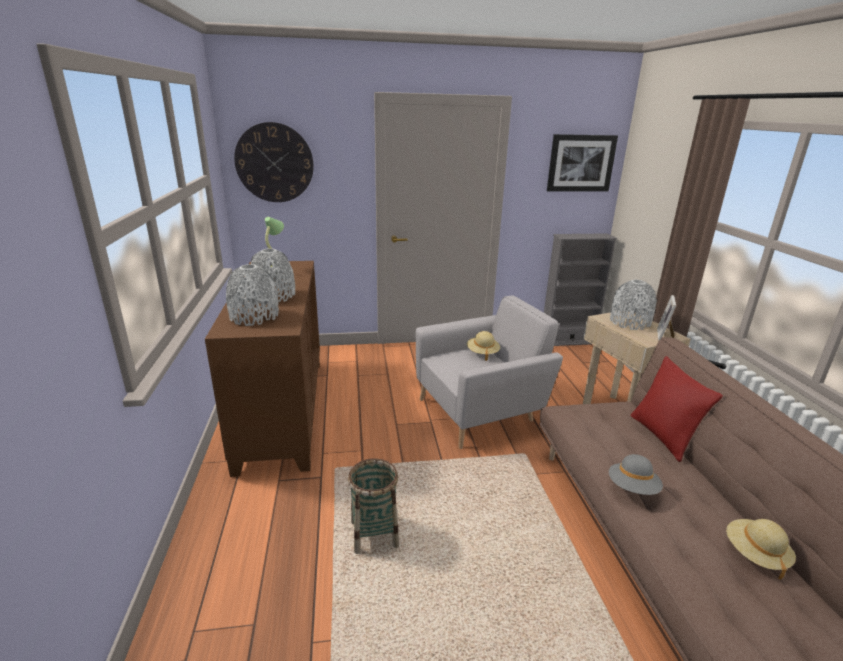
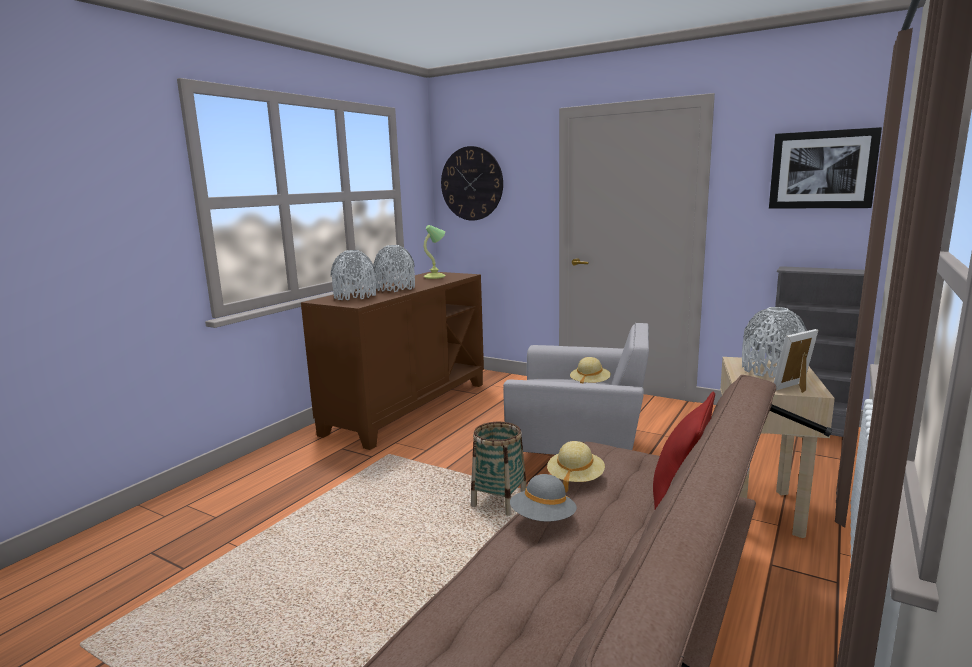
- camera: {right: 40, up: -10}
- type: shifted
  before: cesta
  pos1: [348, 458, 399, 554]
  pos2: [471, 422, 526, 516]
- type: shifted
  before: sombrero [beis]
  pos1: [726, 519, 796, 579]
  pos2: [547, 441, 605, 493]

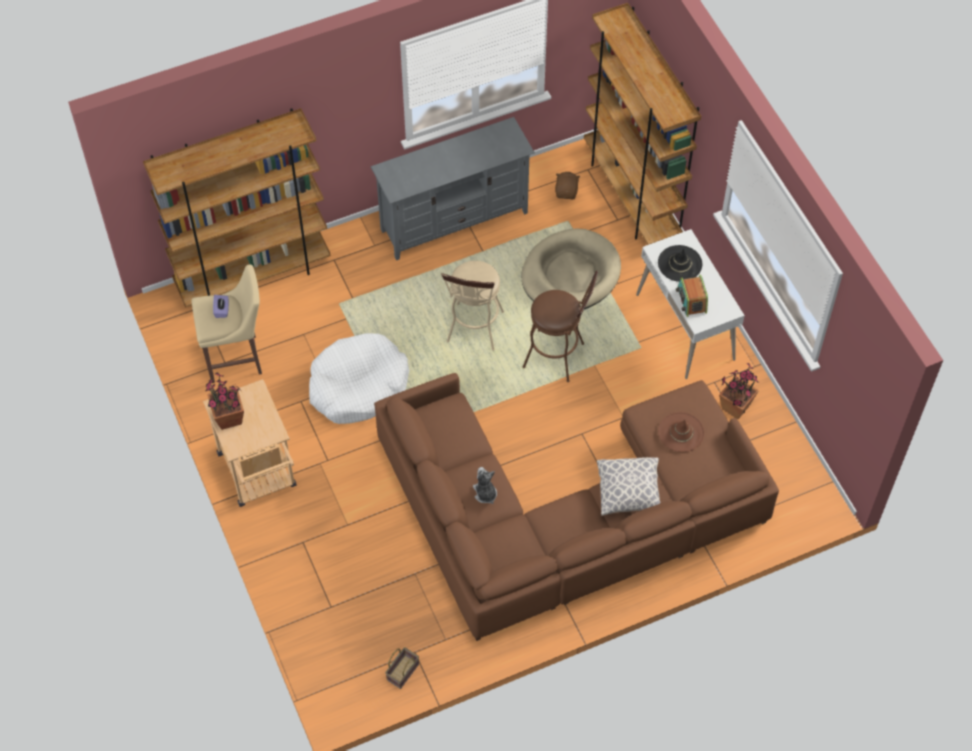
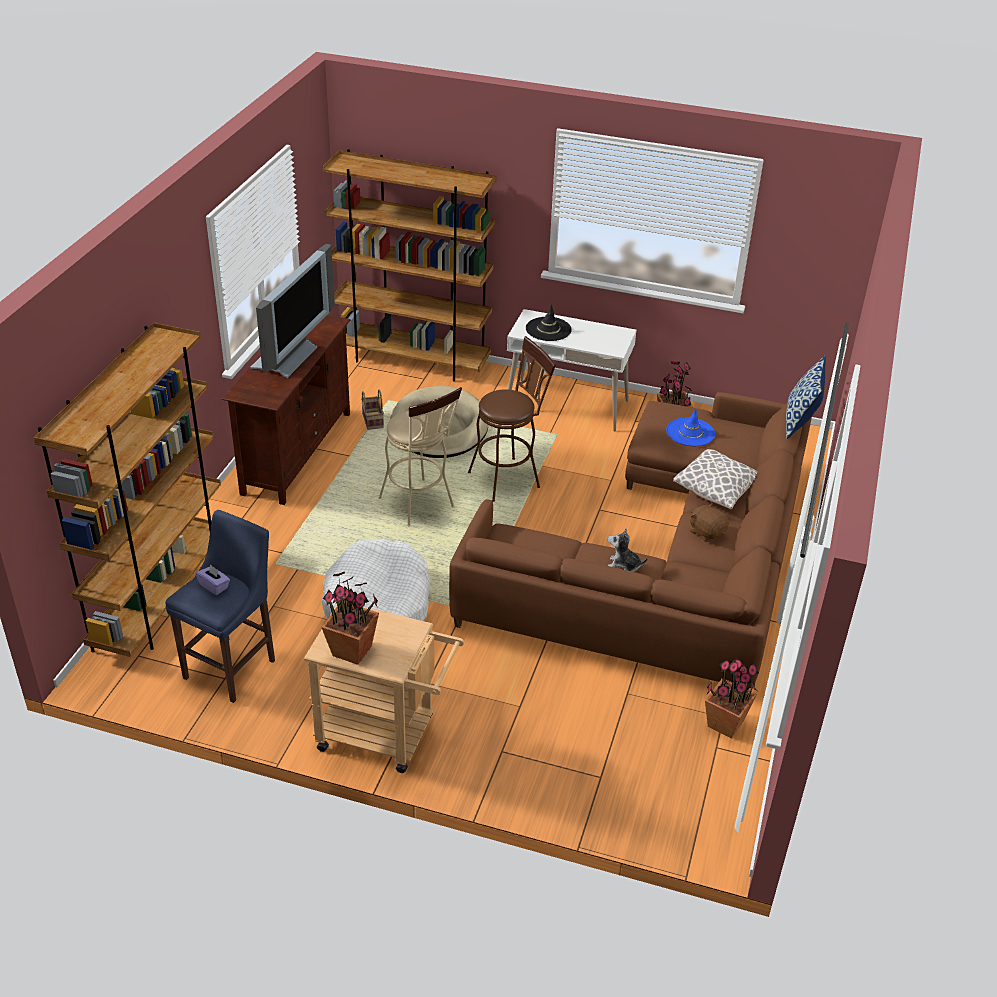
- camera: {right: -50, up: -20}
- type: repainted
  before: taburete [beis]
  after: taburete [azul]
  pos1: [191, 264, 262, 383]
  pos2: [165, 510, 275, 703]
- type: repainted
  before: mueble de televisión [gris]
  after: mueble de televisión [marrón]
  pos1: [370, 117, 535, 260]
  pos2: [221, 315, 351, 505]
- type: shifted
  before: cesta
  pos1: [385, 647, 419, 689]
  pos2: [361, 389, 384, 430]
- type: shifted
  before: peluche [marrón]
  pos1: [555, 172, 580, 199]
  pos2: [690, 503, 729, 542]
- type: repainted
  before: sombrero [marrón]
  after: sombrero [azul]
  pos1: [658, 412, 705, 452]
  pos2: [666, 408, 715, 446]
- type: gone
  before: radio
  pos1: [676, 275, 708, 317]
- type: new
  after: televisor
  pos2: [250, 244, 335, 378]
- type: new
  after: planta en maceta
  pos2: [705, 658, 759, 738]
- type: new
  after: cojín
  pos2: [786, 356, 826, 439]

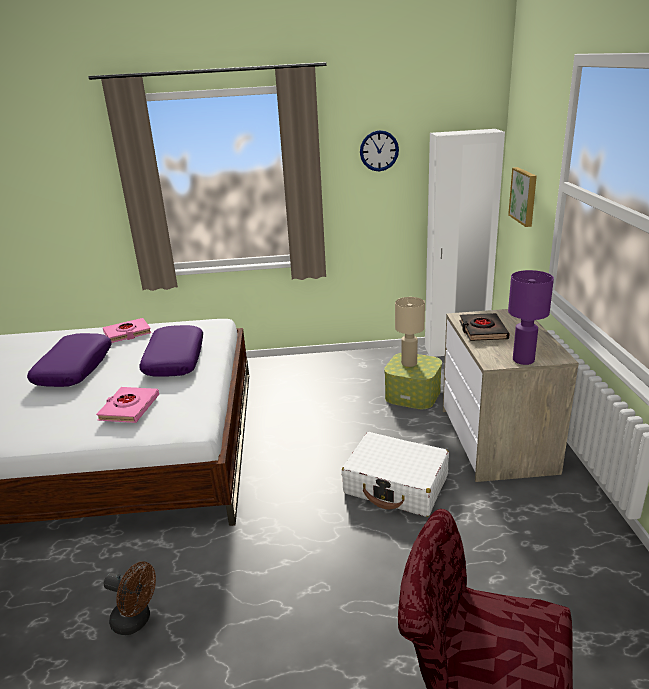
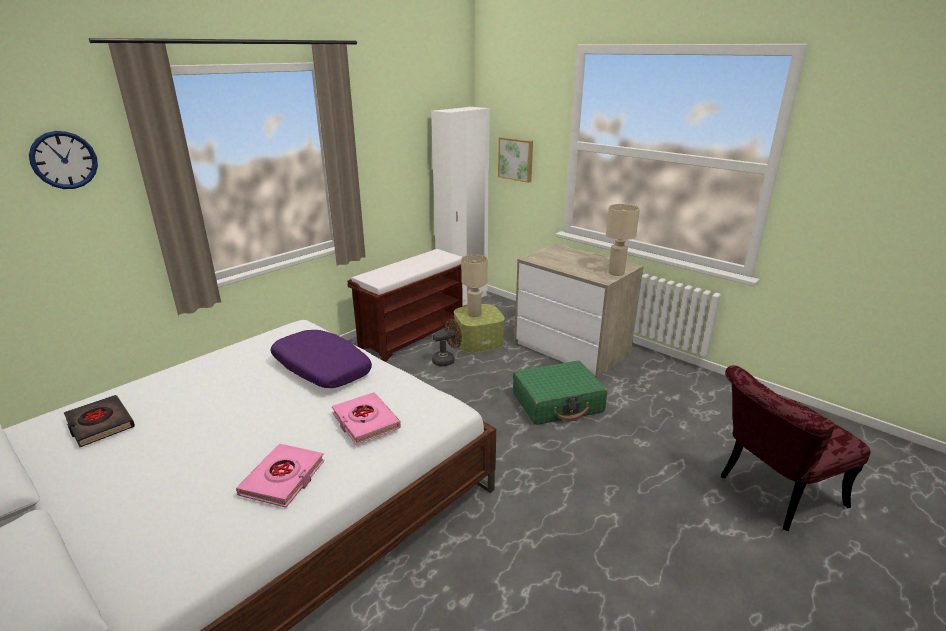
- camera: {right: -45, up: 0}
- type: gone
  before: cojín [morado]
  pos1: [27, 333, 112, 387]
- type: shifted
  before: libro [rosa]
  pos1: [103, 318, 151, 343]
  pos2: [236, 444, 325, 508]
- type: shifted
  before: ventilador [marrón]
  pos1: [104, 561, 156, 635]
  pos2: [432, 319, 462, 366]
- type: repainted
  before: maleta [blanco]
  after: maleta [verde]
  pos1: [341, 432, 449, 517]
  pos2: [513, 361, 607, 425]
- type: shifted
  before: reloj de pared
  pos1: [360, 130, 399, 171]
  pos2: [29, 131, 98, 189]
- type: shifted
  before: libro [negro]
  pos1: [460, 313, 510, 341]
  pos2: [64, 395, 135, 447]
- type: repainted
  before: lámpara de mesa [morado]
  after: lámpara de mesa [beis]
  pos1: [508, 270, 554, 365]
  pos2: [606, 204, 640, 276]
- type: new
  after: banco [marrón]
  pos2: [347, 249, 463, 362]

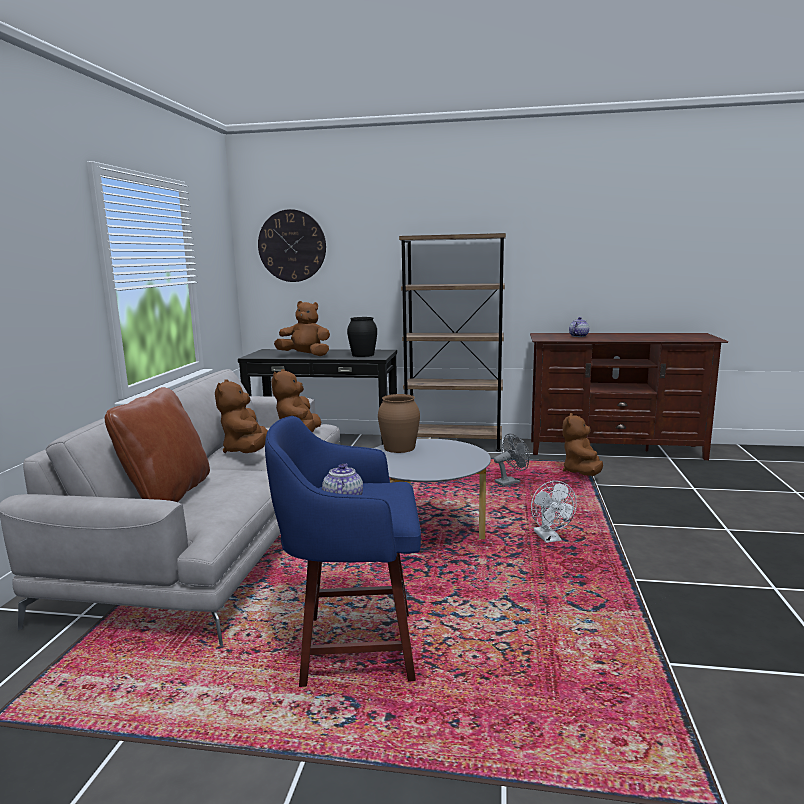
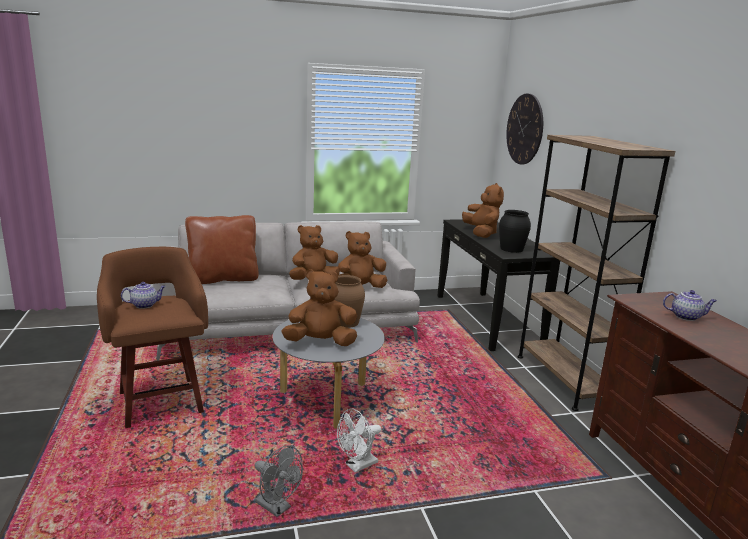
- camera: {right: 65, up: 5}
- type: repainted
  before: taburete [azul]
  after: taburete [marrón]
  pos1: [265, 416, 421, 687]
  pos2: [97, 247, 208, 428]
- type: shifted
  before: ventilador [gris]
  pos1: [494, 434, 530, 486]
  pos2: [255, 446, 303, 517]
- type: shifted
  before: peluche [marrón]
  pos1: [562, 413, 603, 476]
  pos2: [281, 269, 357, 346]

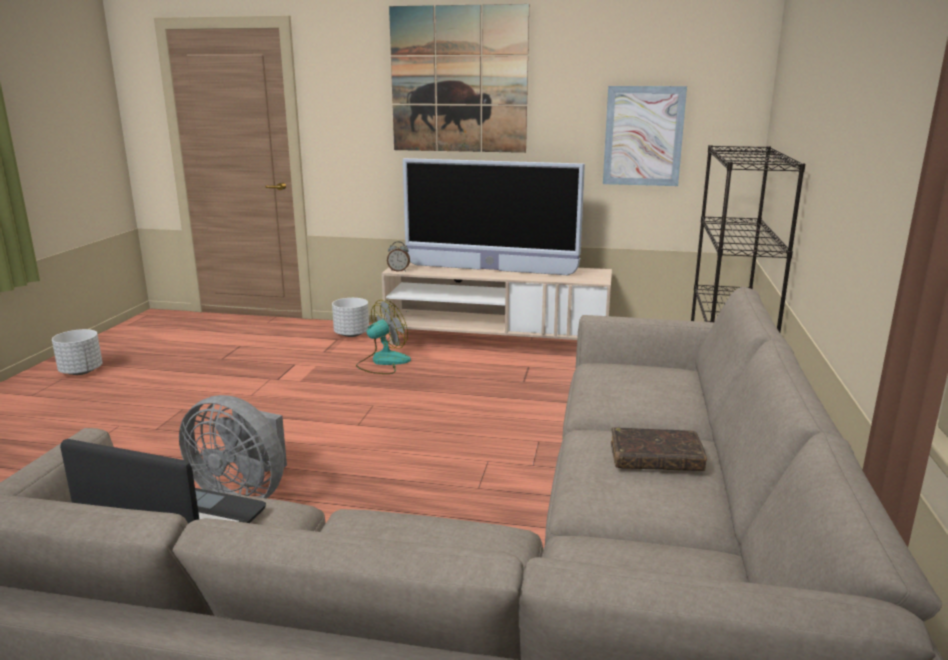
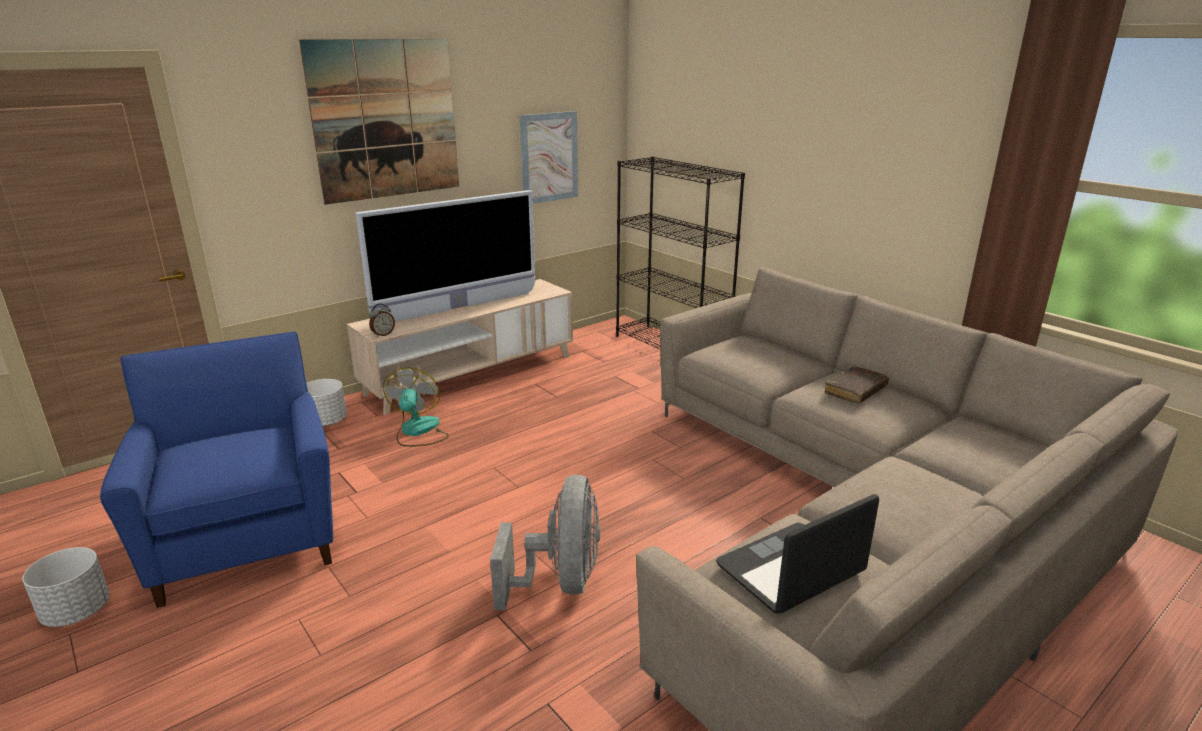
- camera: {right: -50, up: 5}
- type: rotated
  before: ventilador [gris]
  pos1: [179, 395, 287, 499]
  pos2: [490, 475, 600, 610]
  turn: -60
- type: new
  after: sillón [azul]
  pos2: [100, 332, 333, 608]

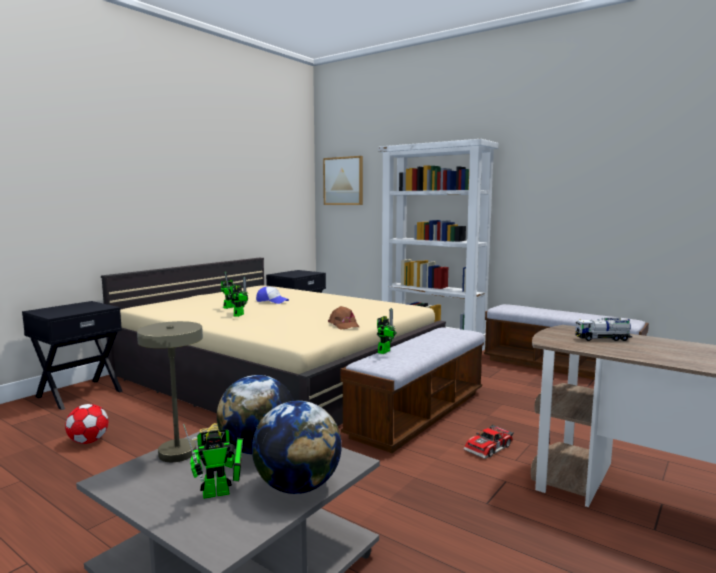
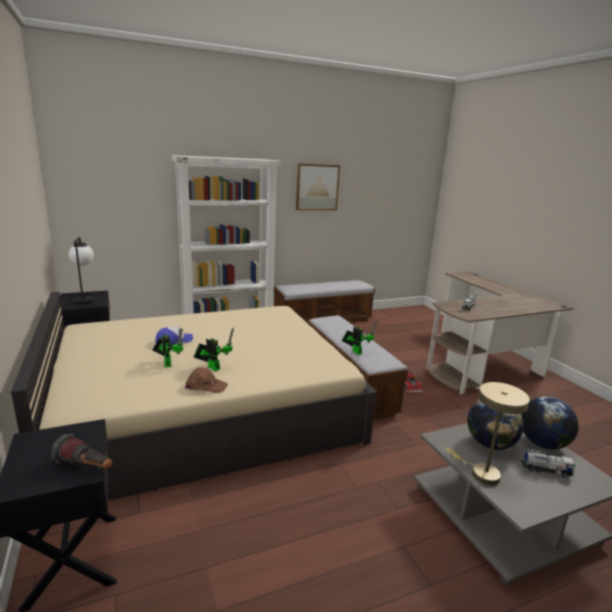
- camera: {right: -60, up: 10}
- type: gone
  before: balón de fútbol
  pos1: [65, 404, 108, 444]
- type: swapped
  before: robot de juguete
  after: camión de juguete
  pos1: [183, 424, 243, 499]
  pos2: [521, 449, 576, 477]
- type: shifted
  before: cuadro
  pos1: [323, 156, 363, 205]
  pos2: [296, 164, 340, 210]
- type: shifted
  before: gorra [marrón]
  pos1: [328, 306, 360, 330]
  pos2: [185, 368, 228, 393]
- type: new
  after: linterna
  pos2: [51, 434, 112, 469]
- type: new
  after: lámpara de mesa
  pos2: [69, 237, 94, 305]

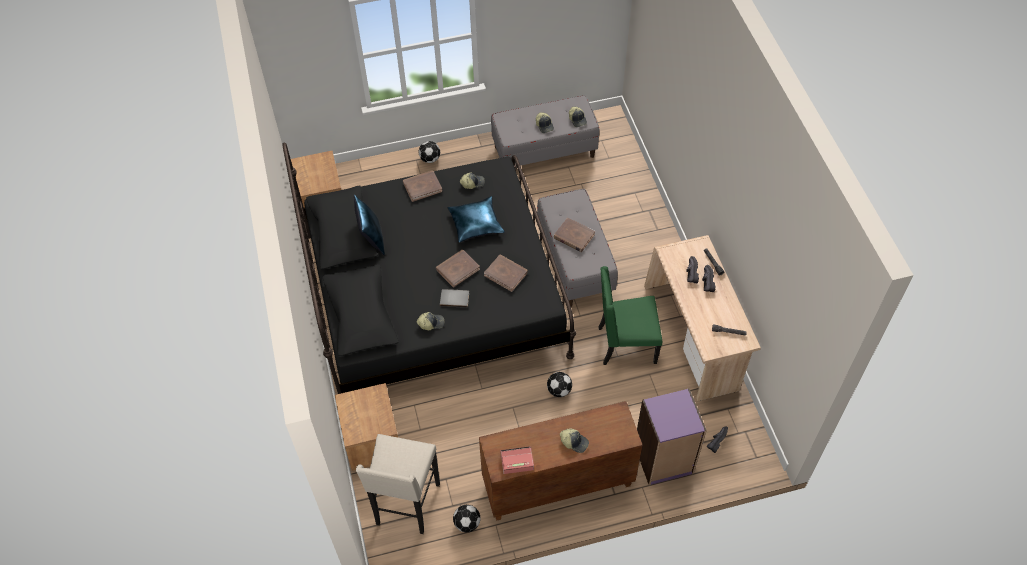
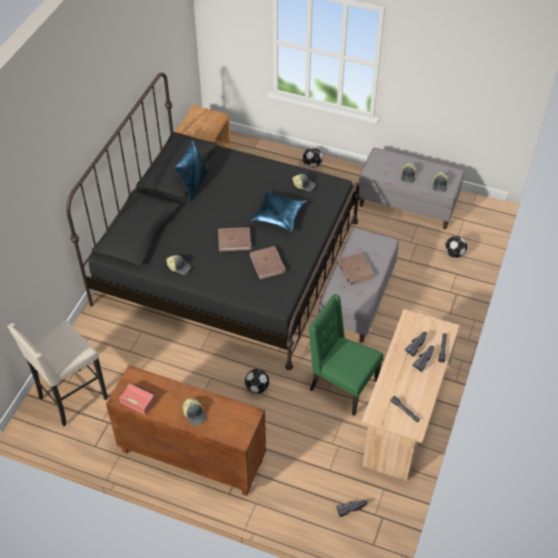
- camera: {right: 35, up: -5}
- type: gone
  before: mesita de noche [marrón]
  pos1: [335, 383, 398, 471]
- type: gone
  before: libro [marrón]
  pos1: [403, 170, 442, 202]
- type: gone
  before: libro [gris]
  pos1: [440, 289, 469, 308]
- type: shifted
  before: balón de fútbol
  pos1: [453, 505, 480, 532]
  pos2: [445, 236, 467, 258]
- type: gone
  before: estantería [morado]
  pos1: [637, 388, 707, 485]

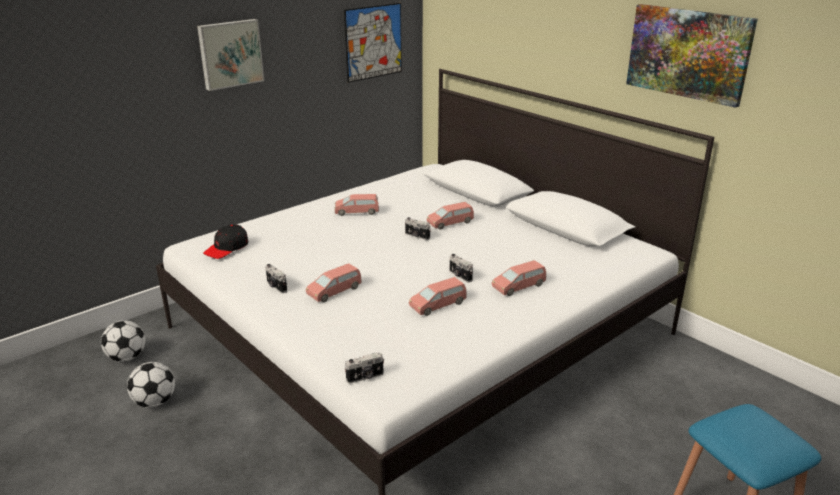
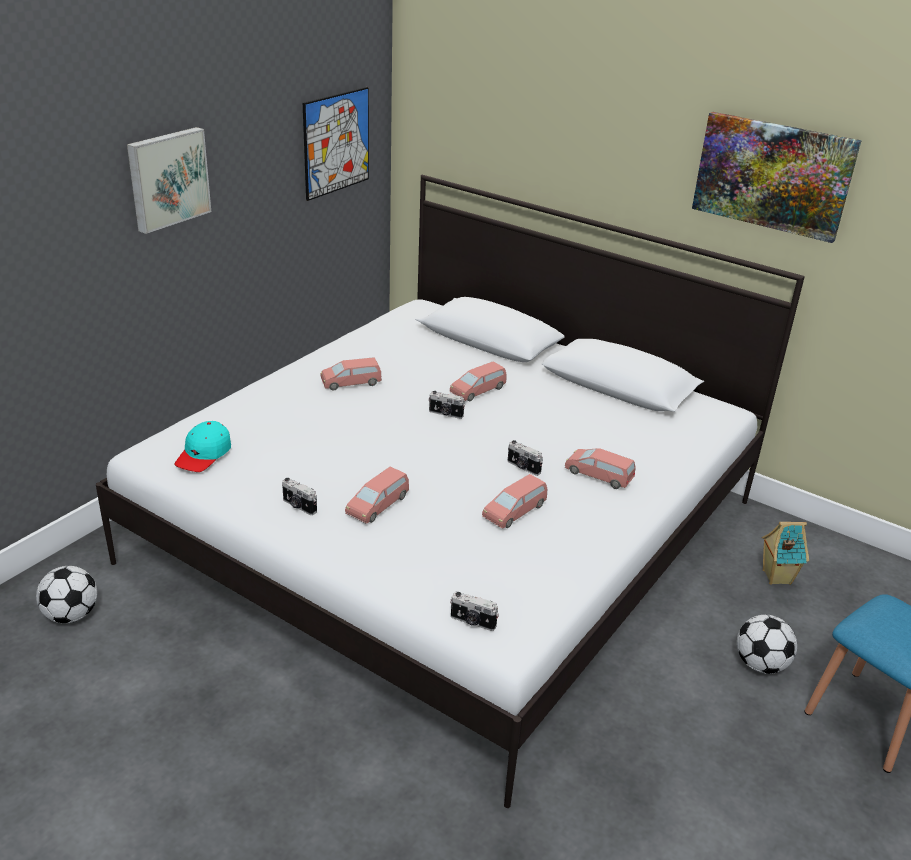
- camera: {right: -15, up: 5}
- type: shifted
  before: balón de fútbol
  pos1: [127, 362, 175, 408]
  pos2: [737, 615, 797, 674]
- type: repainted
  before: gorra [negro]
  after: gorra [turquesa]
  pos1: [203, 224, 248, 259]
  pos2: [175, 421, 231, 472]
- type: rotated
  before: cámara
  pos1: [344, 352, 384, 384]
  pos2: [450, 592, 499, 631]
  turn: 60
- type: rotated
  before: coche de juguete [rosa]
  pos1: [492, 260, 546, 296]
  pos2: [565, 448, 636, 489]
  turn: 75
- type: new
  after: casita
  pos2: [762, 522, 809, 585]

